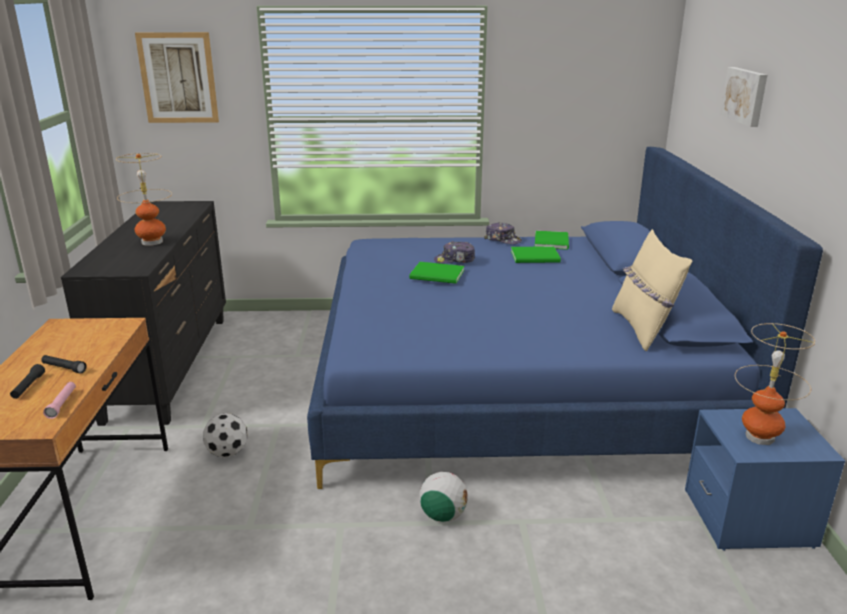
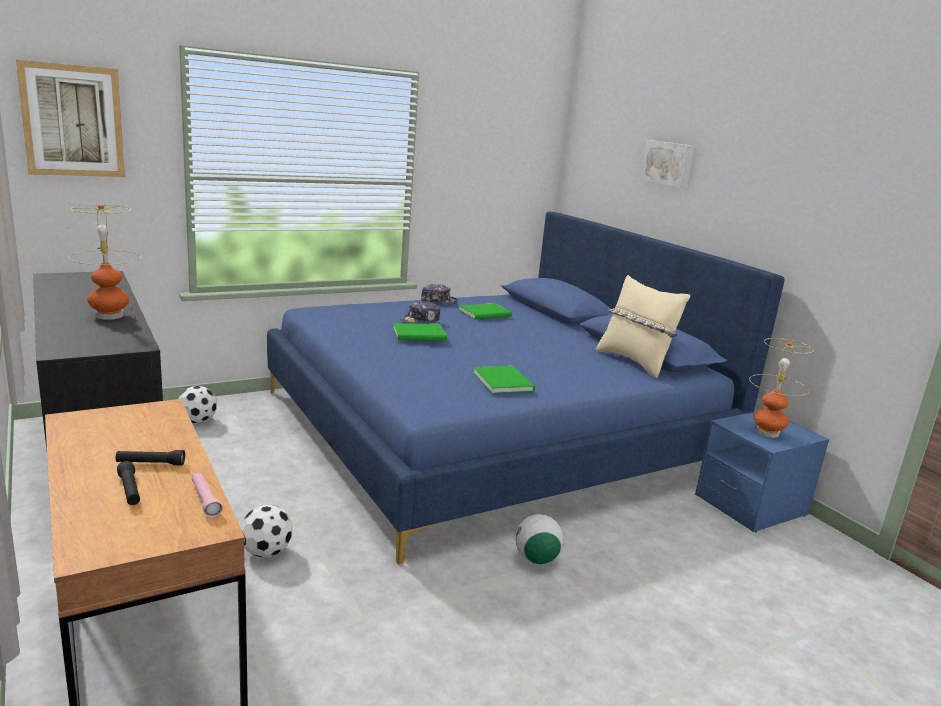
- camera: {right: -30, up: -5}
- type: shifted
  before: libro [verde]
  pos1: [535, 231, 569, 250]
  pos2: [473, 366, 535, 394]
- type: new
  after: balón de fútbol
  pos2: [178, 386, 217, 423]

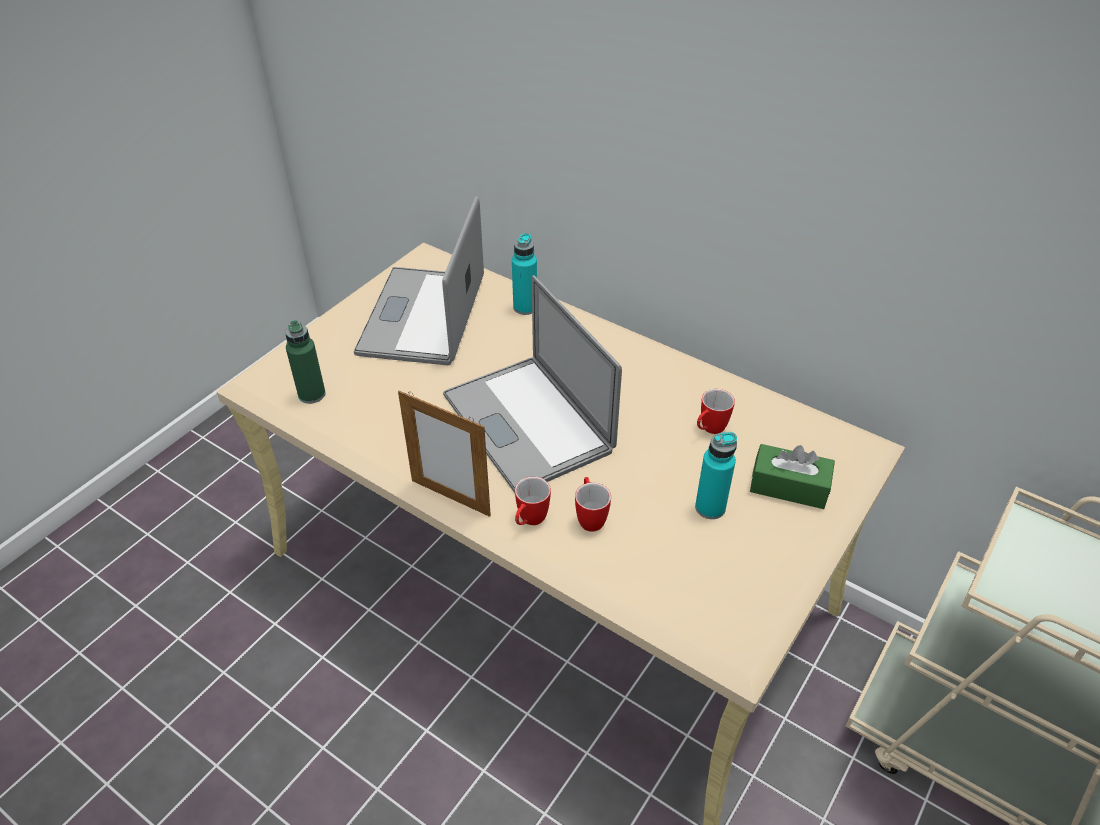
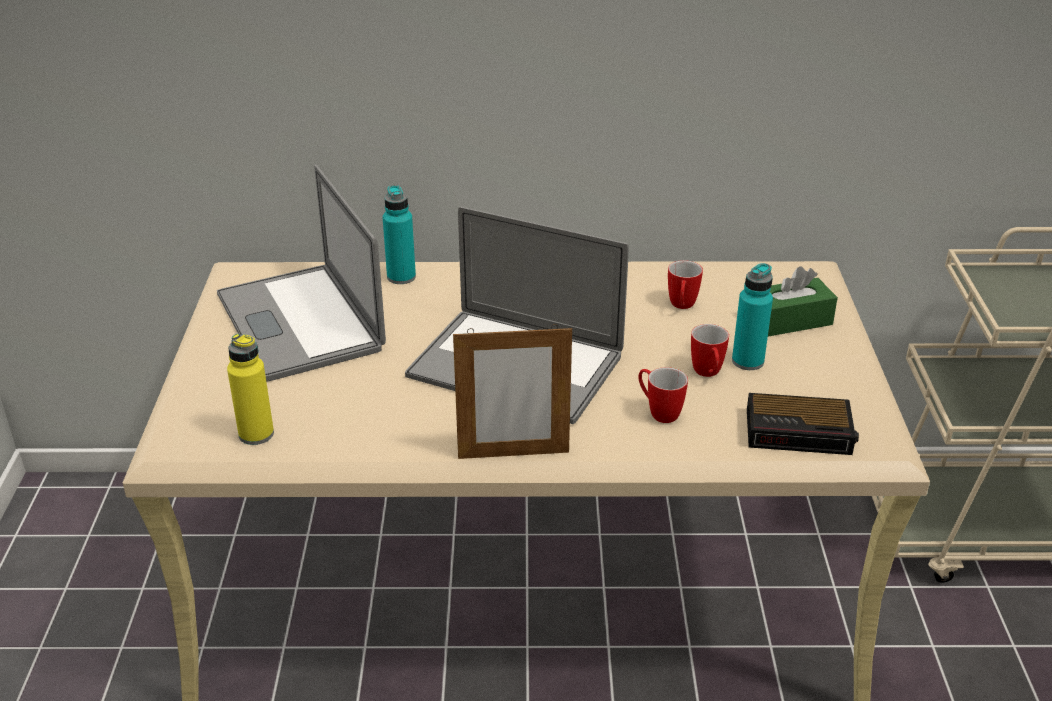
- camera: {right: -35, up: -10}
- type: repainted
  before: botella [verde]
  after: botella [amarillo]
  pos1: [285, 320, 326, 404]
  pos2: [227, 333, 274, 445]
- type: shifted
  before: taza grande
  pos1: [515, 477, 551, 525]
  pos2: [691, 324, 729, 377]
- type: new
  after: despertador
  pos2: [747, 393, 859, 455]

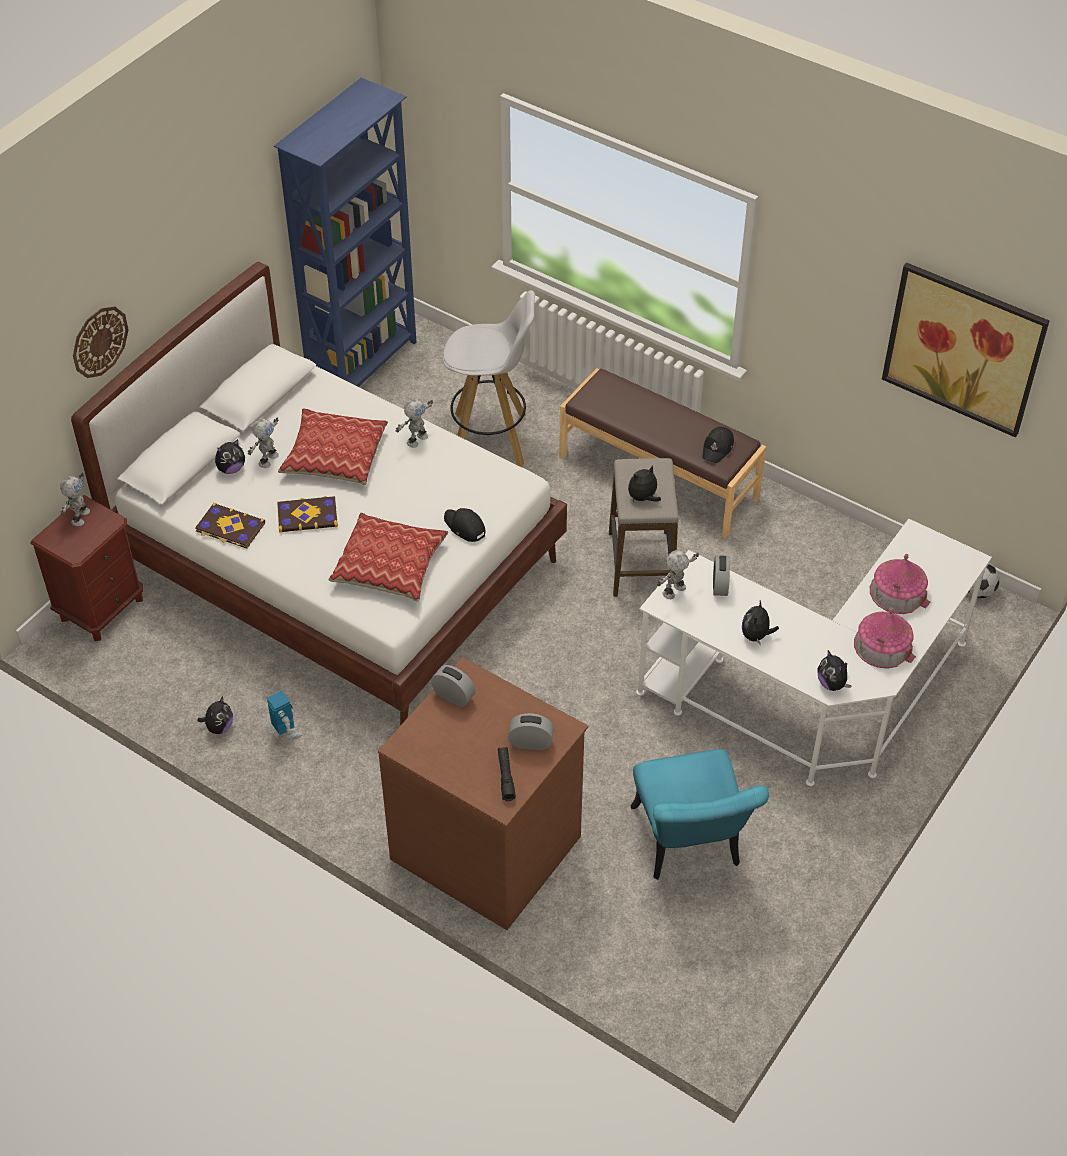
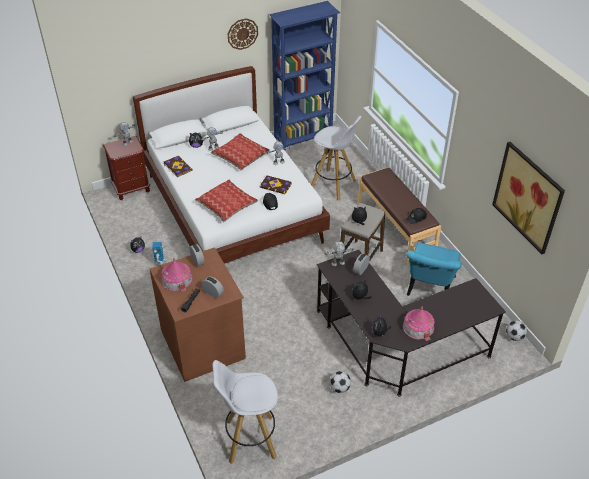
- camera: {right: 30, up: -5}
- type: shifted
  before: reloj de pared
  pos1: [73, 306, 129, 378]
  pos2: [228, 18, 258, 50]
- type: shifted
  before: libro
  pos1: [277, 496, 338, 533]
  pos2: [259, 176, 292, 194]
- type: shifted
  before: silla [turquesa]
  pos1: [630, 749, 769, 880]
  pos2: [406, 243, 462, 296]
- type: repainted
  before: escritorio [blanco]
  after: escritorio [negro]
  pos1: [636, 519, 992, 786]
  pos2: [317, 250, 506, 397]
- type: shifted
  before: casita
  pos1: [870, 554, 930, 614]
  pos2: [162, 258, 193, 292]
- type: new
  after: taburete [blanco]
  pos2: [212, 360, 278, 464]
- type: new
  after: balón de fútbol
  pos2: [329, 371, 351, 393]

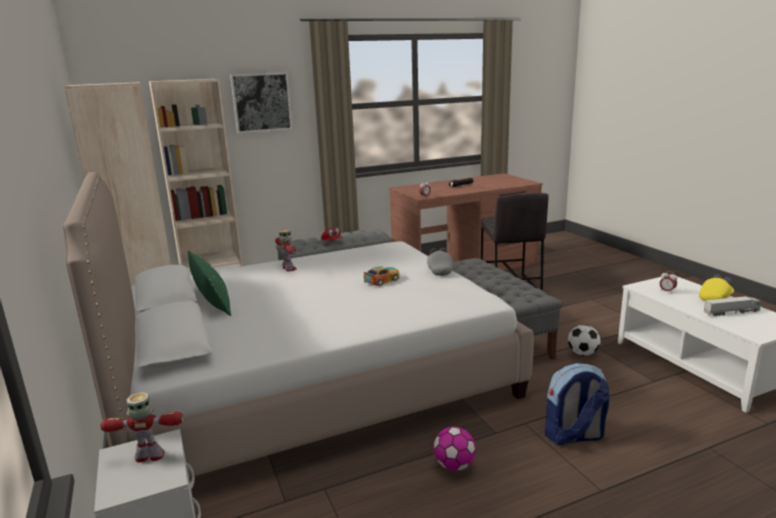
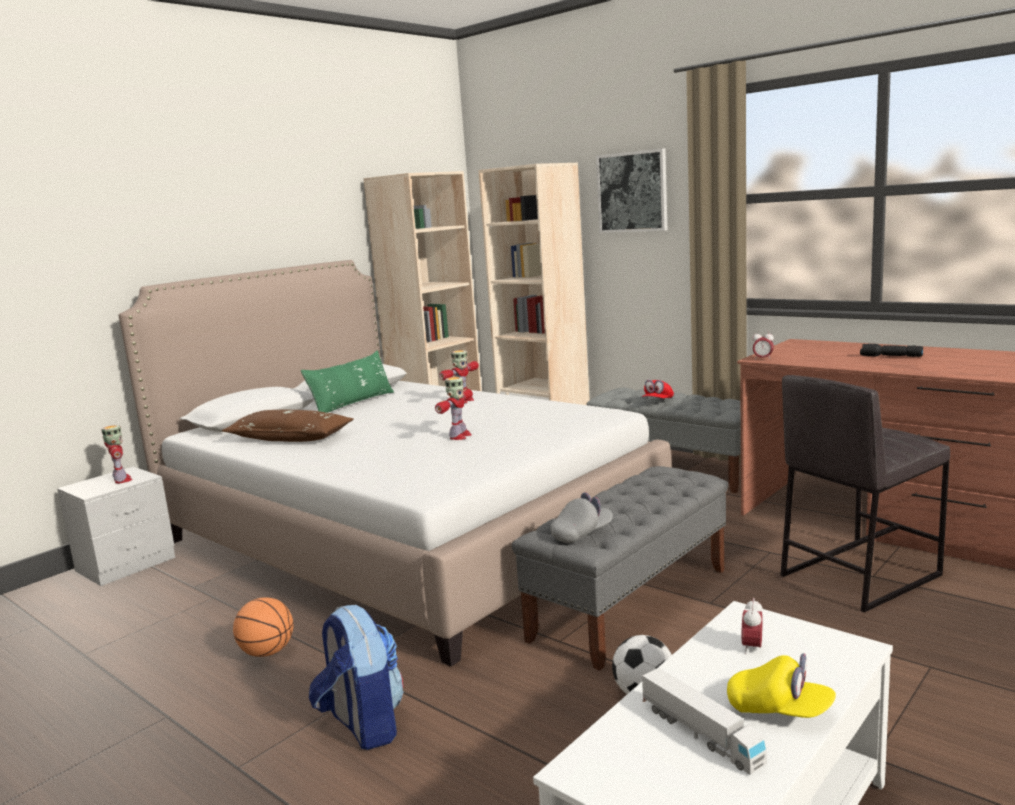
- camera: {right: 65, up: -5}
- type: swapped
  before: coche de juguete
  after: robot de juguete
  pos1: [364, 266, 400, 286]
  pos2: [435, 377, 473, 440]
- type: shifted
  before: gorra [gris]
  pos1: [427, 248, 453, 276]
  pos2: [551, 492, 613, 543]
- type: swapped
  before: balón de fútbol
  after: balón de baloncesto
  pos1: [433, 427, 476, 471]
  pos2: [233, 597, 293, 657]
- type: new
  after: cojín [marrón]
  pos2: [222, 410, 354, 442]

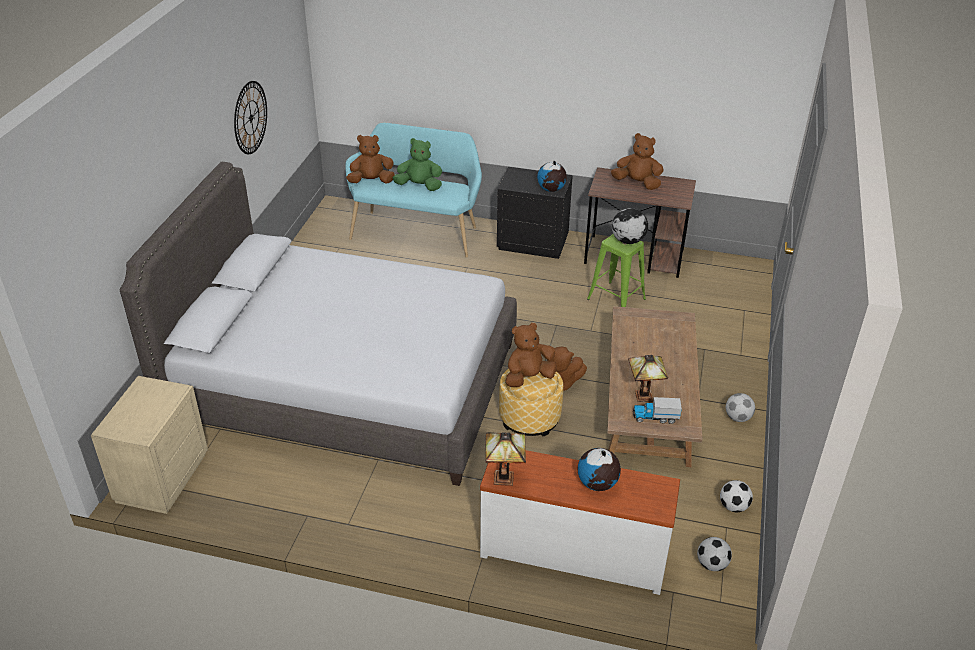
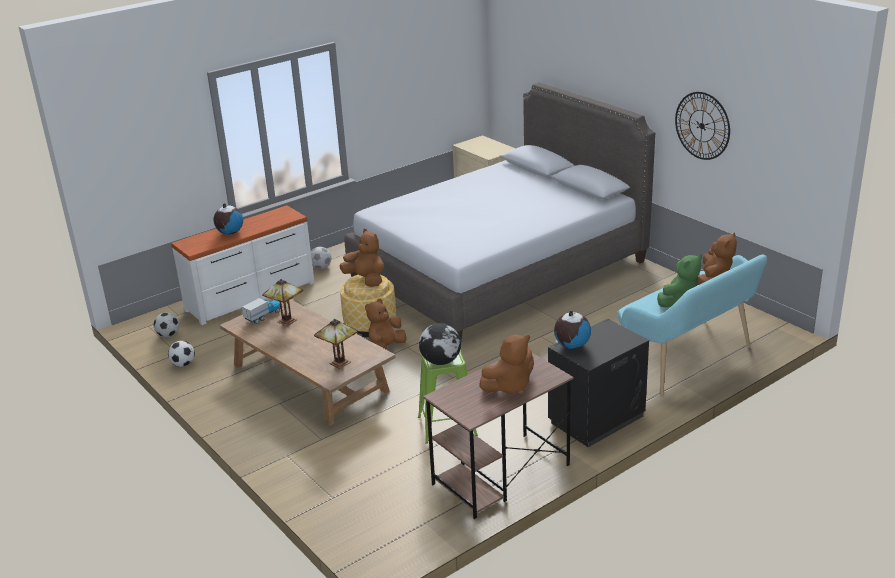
- camera: {right: 130, up: -10}
- type: shifted
  before: lámpara de mesa
  pos1: [485, 432, 526, 486]
  pos2: [314, 319, 358, 369]
- type: rotated
  before: peluche [marrón]
  pos1: [506, 323, 557, 387]
  pos2: [340, 229, 384, 287]
  turn: -60
- type: shifted
  before: balón de fútbol
  pos1: [726, 393, 755, 422]
  pos2: [311, 247, 331, 269]

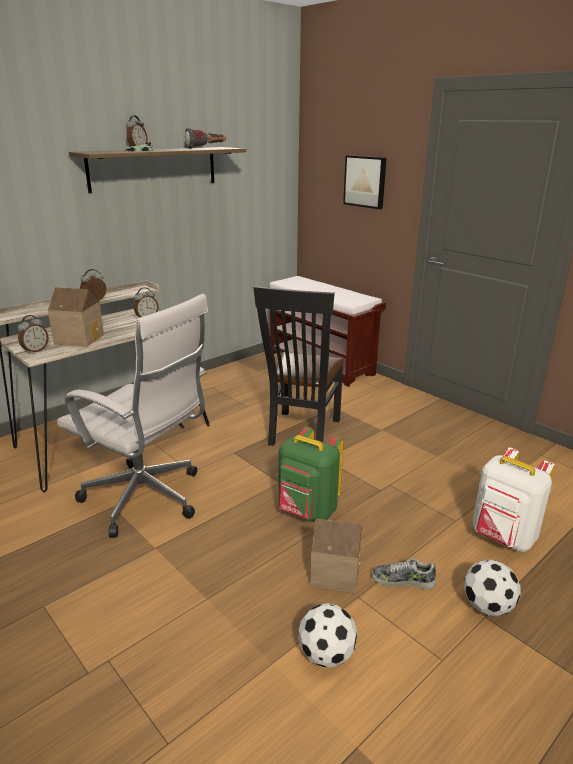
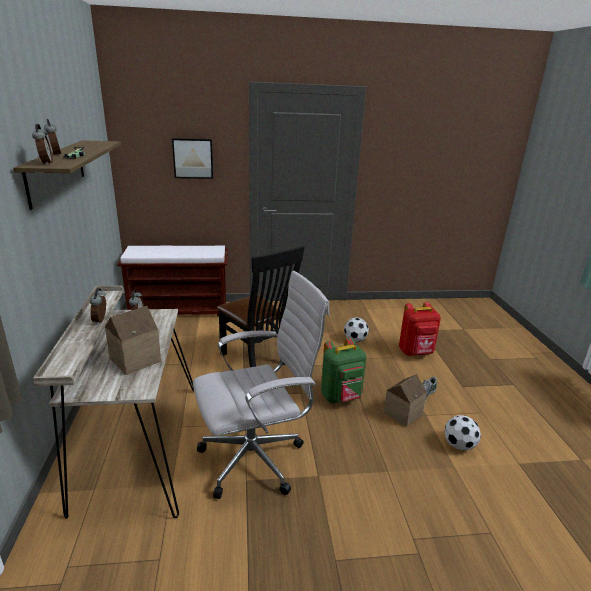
- camera: {right: -55, up: 0}
- type: shifted
  before: despertador
  pos1: [18, 315, 49, 354]
  pos2: [32, 124, 53, 165]
- type: gone
  before: linterna
  pos1: [185, 128, 226, 149]
- type: shifted
  before: balón de fútbol
  pos1: [464, 560, 521, 616]
  pos2: [344, 317, 369, 342]
- type: repainted
  before: mochila [blanco]
  after: mochila [rojo]
  pos1: [473, 448, 555, 552]
  pos2: [399, 302, 441, 356]

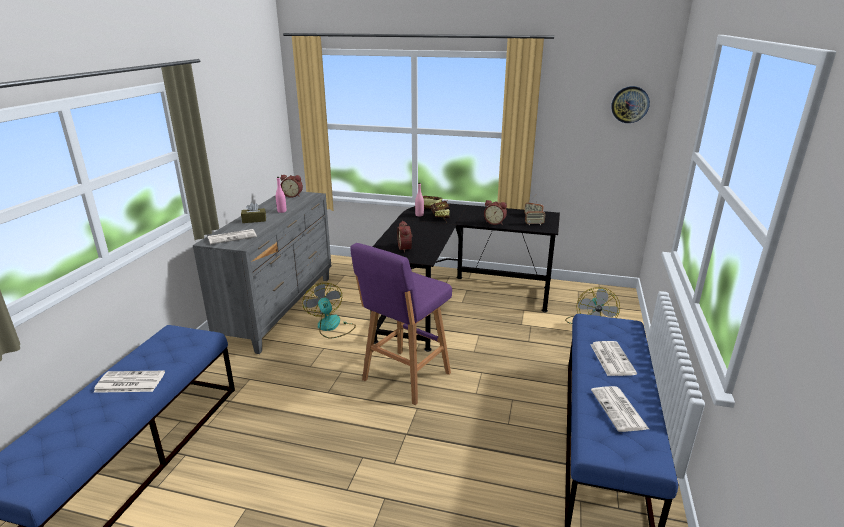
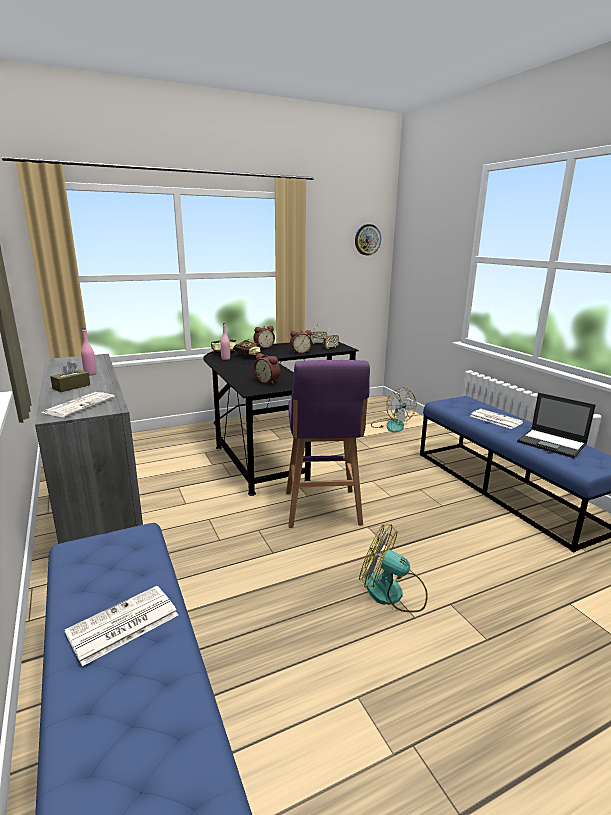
- camera: {right: -40, up: -5}
- type: shifted
  before: despertador
  pos1: [281, 175, 303, 198]
  pos2: [254, 326, 275, 348]
- type: shifted
  before: ventilador
  pos1: [302, 283, 356, 339]
  pos2: [359, 524, 428, 612]
- type: swapped
  before: periódico
  after: portátil
  pos1: [591, 386, 649, 432]
  pos2: [517, 393, 596, 458]

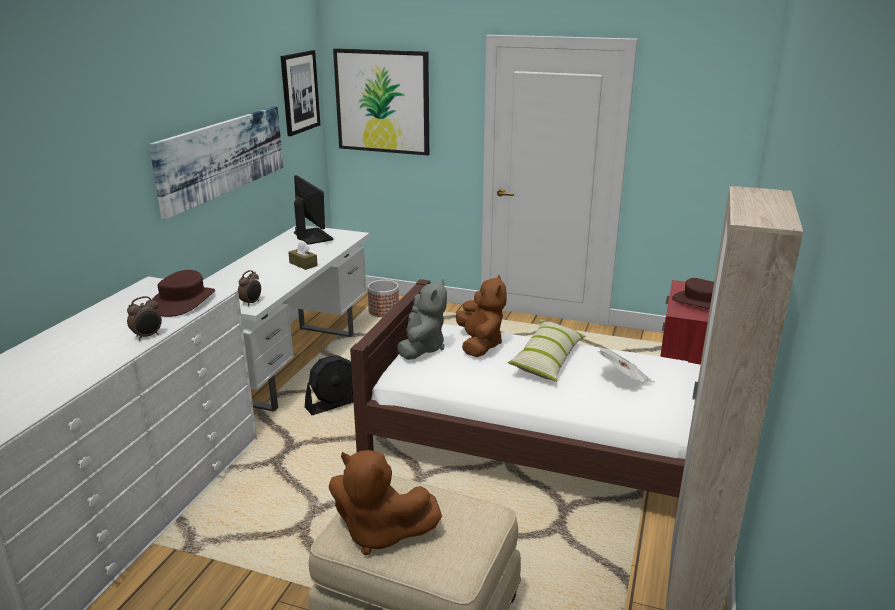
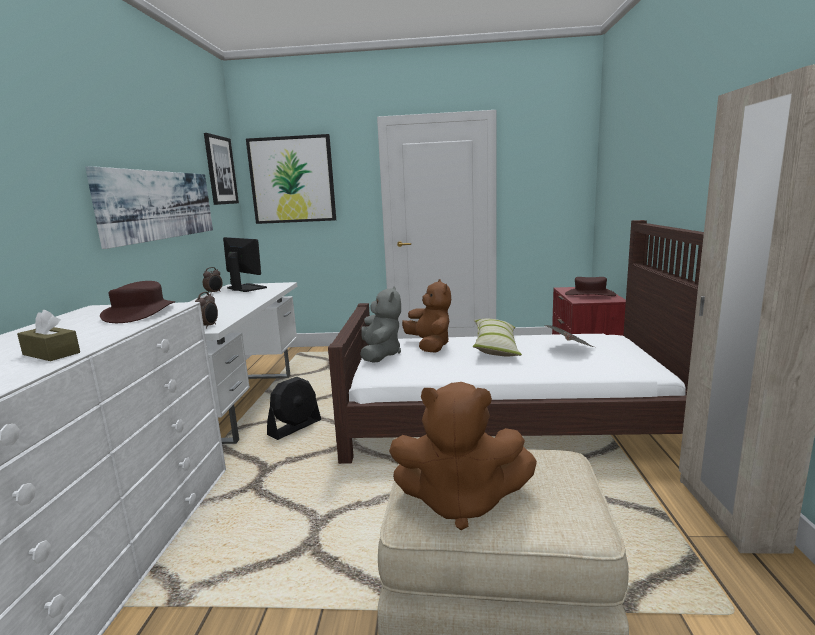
- camera: {right: -15, up: -10}
- type: shifted
  before: despertador
  pos1: [127, 296, 162, 340]
  pos2: [203, 267, 222, 294]
- type: shifted
  before: caja de pañuelos [marrón]
  pos1: [288, 242, 318, 270]
  pos2: [17, 310, 80, 361]
- type: gone
  before: maceta
  pos1: [367, 280, 399, 317]

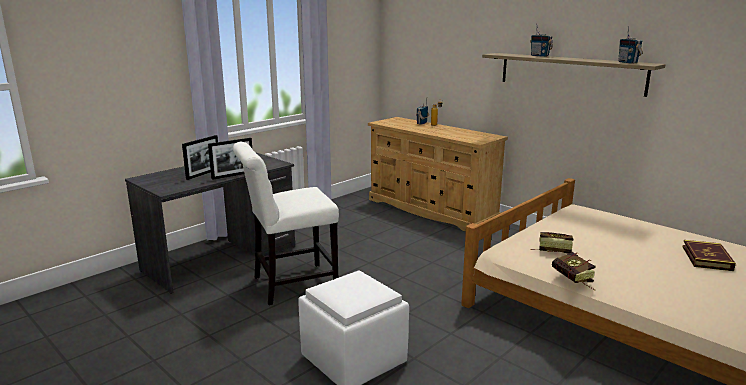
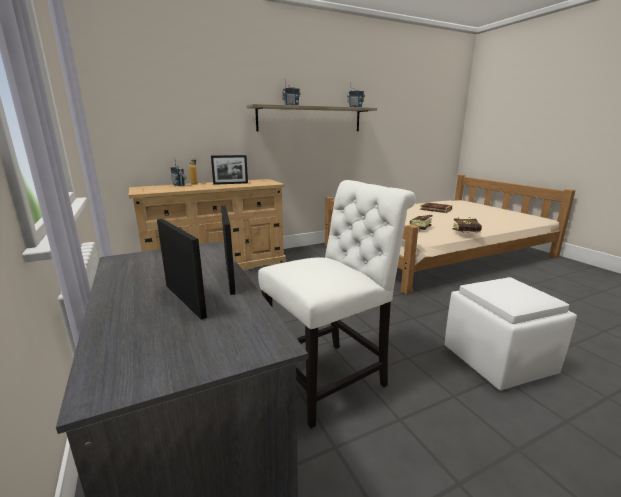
- camera: {right: -70, up: 0}
- type: rotated
  before: silla [blanco]
  pos1: [233, 142, 339, 305]
  pos2: [258, 180, 416, 428]
  turn: -120
- type: new
  after: portarretratos
  pos2: [211, 155, 248, 185]

